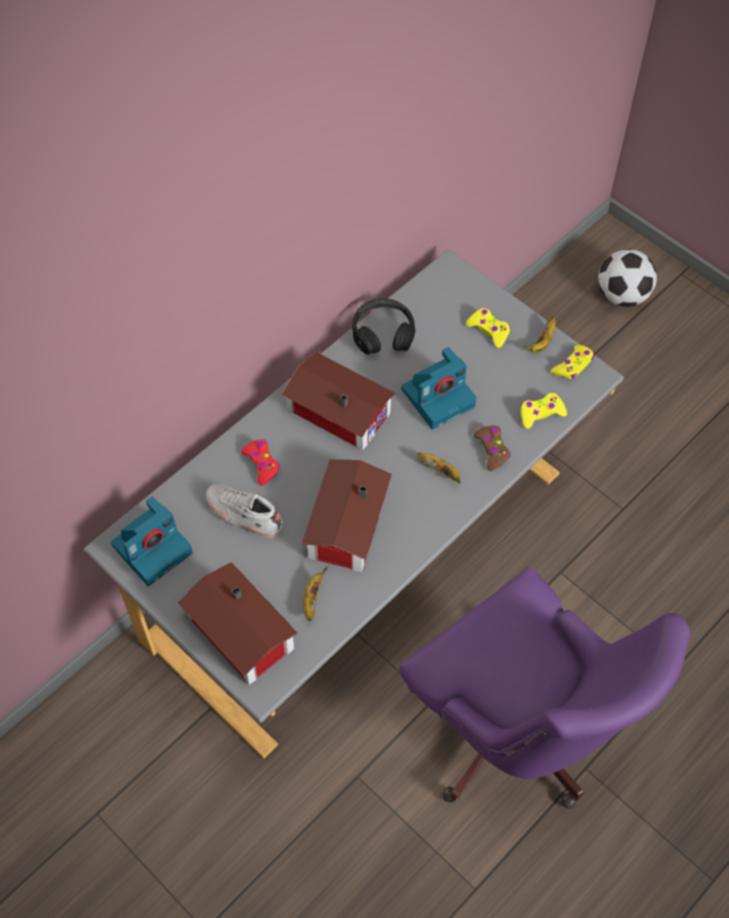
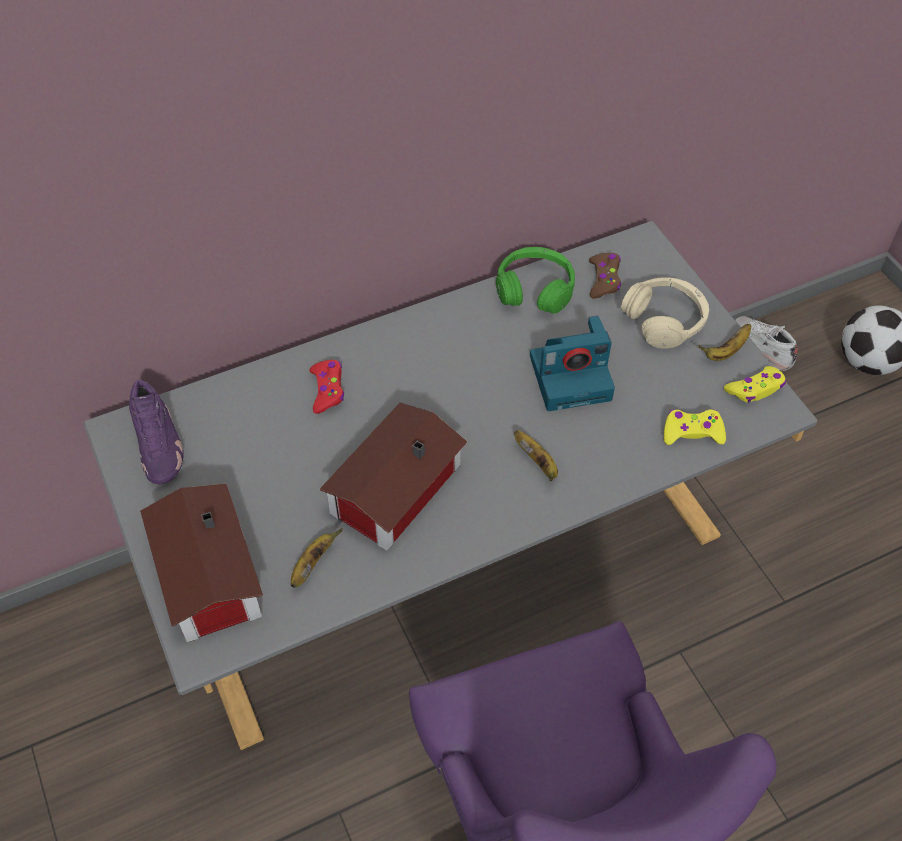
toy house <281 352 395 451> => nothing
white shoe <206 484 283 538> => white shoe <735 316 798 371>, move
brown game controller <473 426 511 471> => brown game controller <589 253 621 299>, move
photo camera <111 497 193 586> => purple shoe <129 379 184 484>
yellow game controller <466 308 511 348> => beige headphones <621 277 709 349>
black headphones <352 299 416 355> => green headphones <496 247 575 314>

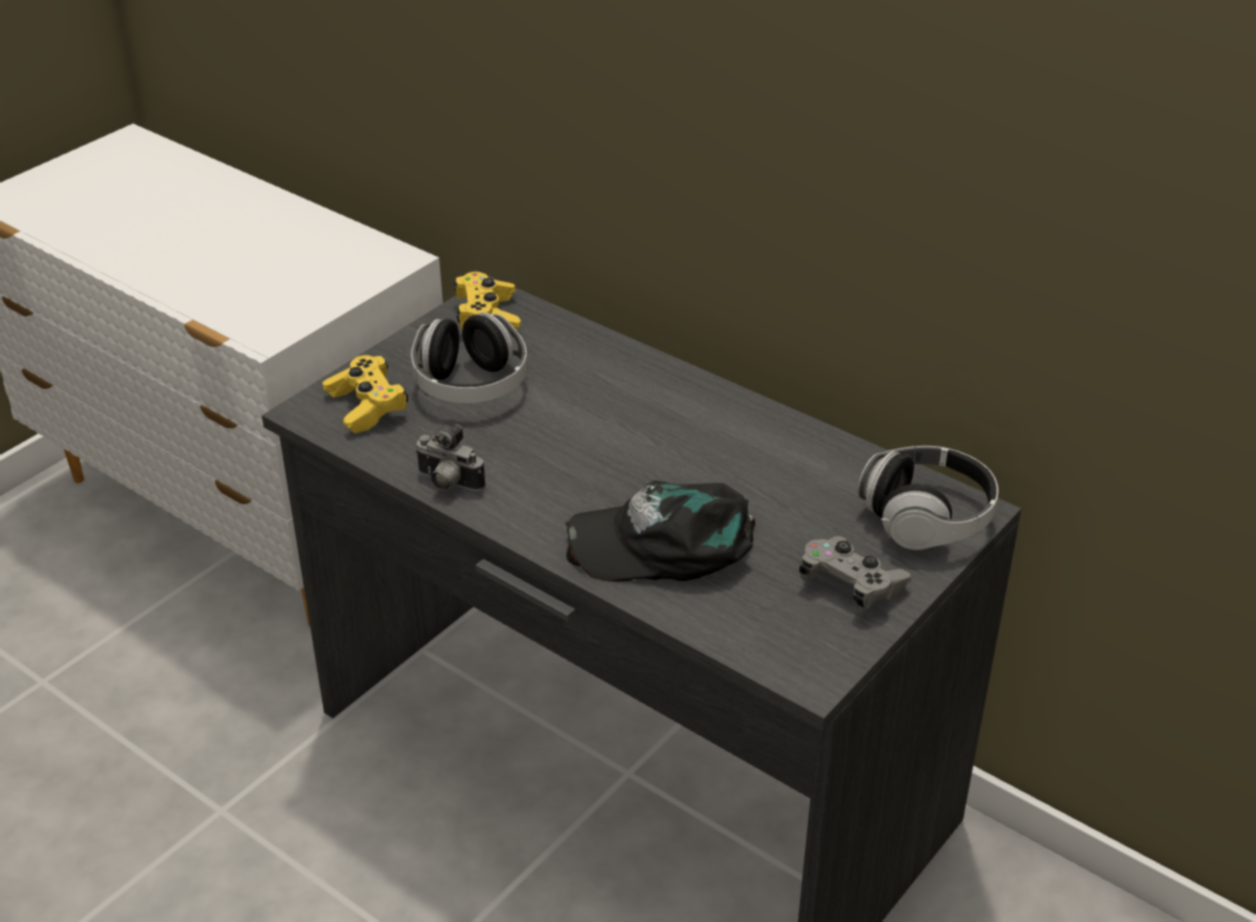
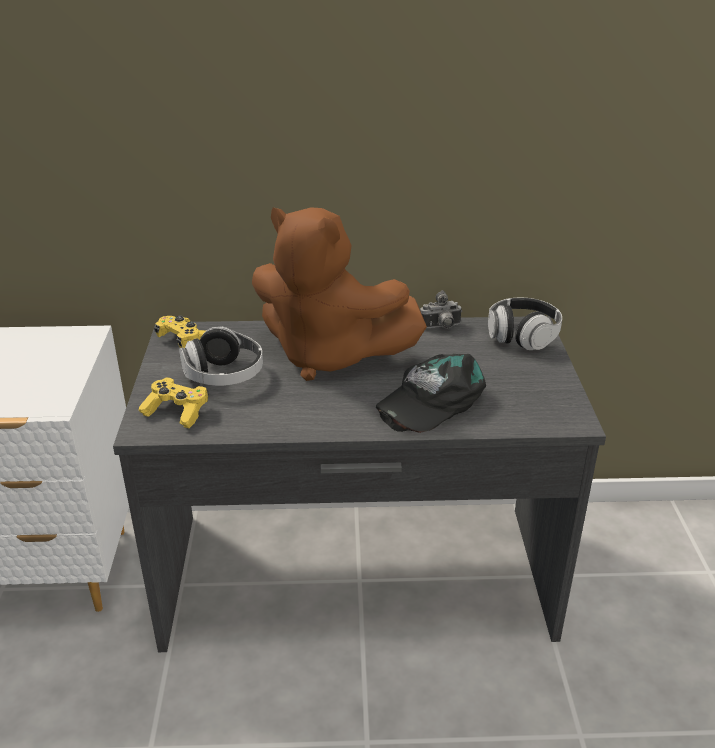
grey game controller <799 536 912 613> => nothing
nothing => brown plush toy <252 208 427 381>
photo camera <415 424 485 491> => photo camera <420 290 462 329>, move

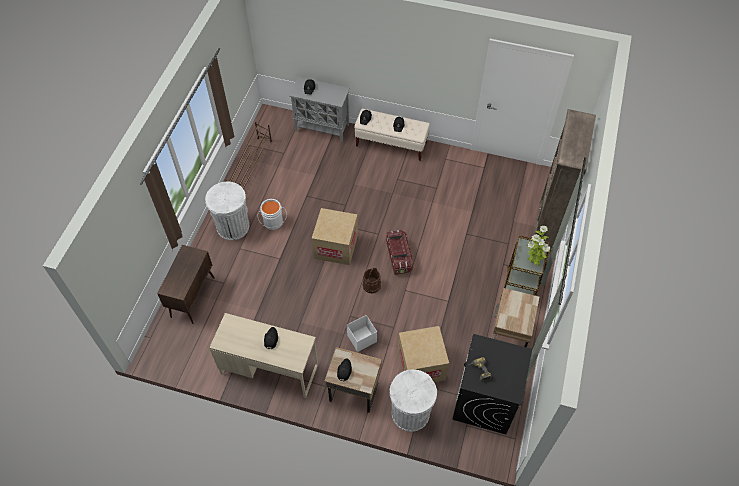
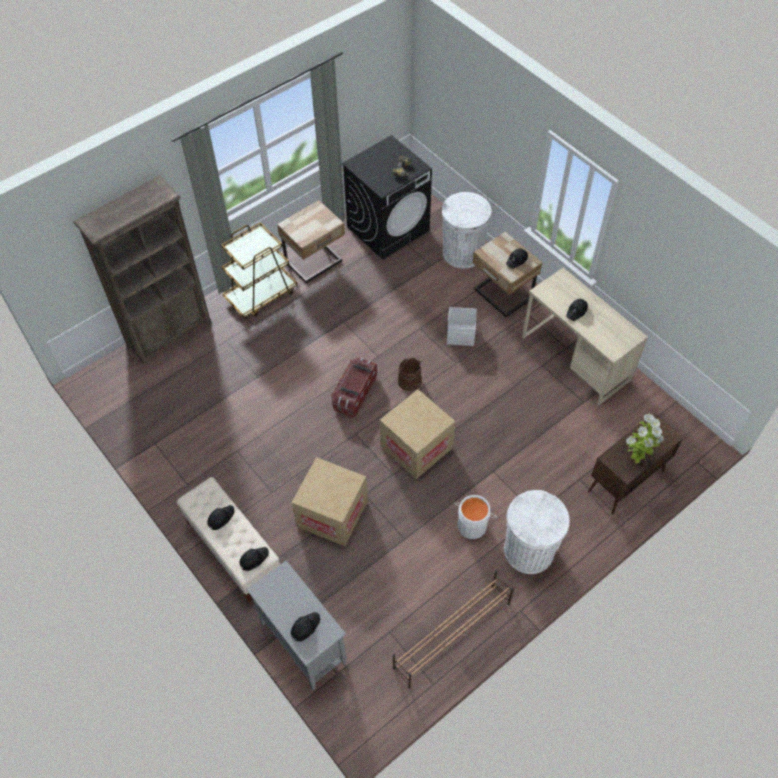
cardboard box <398 326 449 382> => cardboard box <291 457 368 546>, move
potted plant <527 226 550 266> => potted plant <626 413 664 464>, move

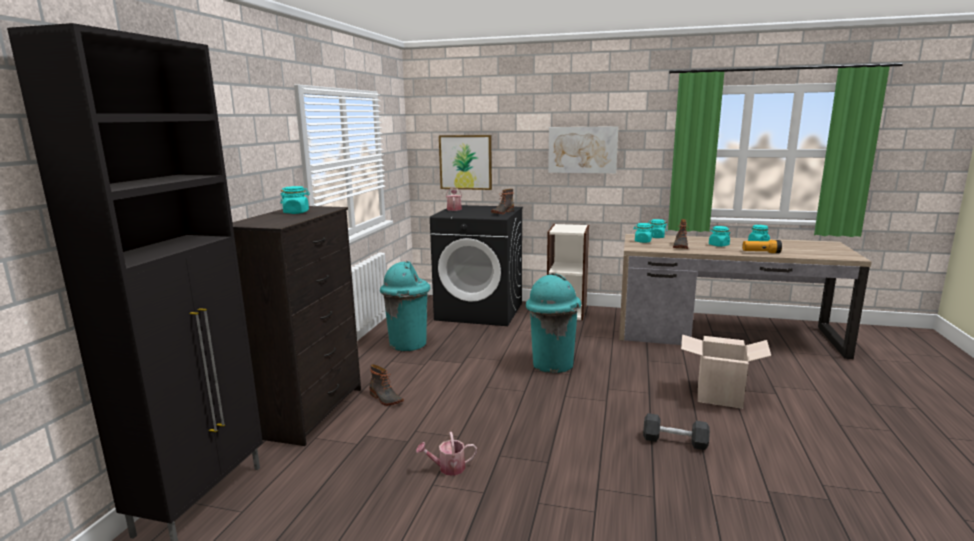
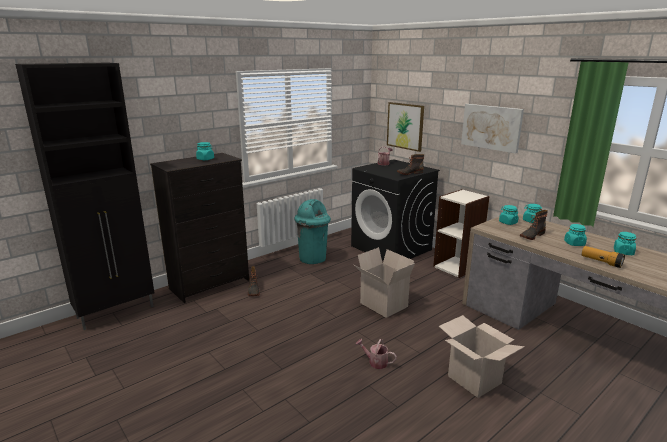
black dumbbell <643 413 710 450> => nothing
watering can <416 432 477 476> => watering can <356 339 397 369>, move
turquoise trash can <526 273 581 373> => cardboard box <354 247 415 318>

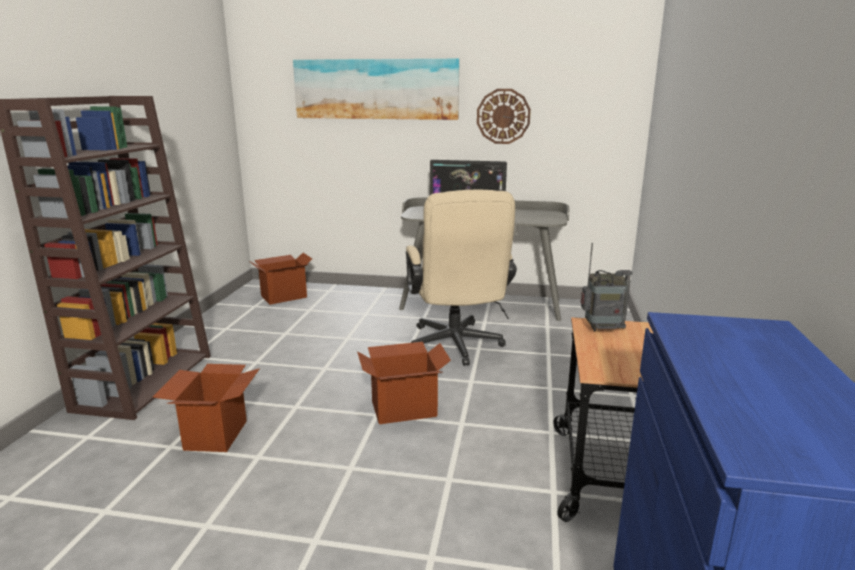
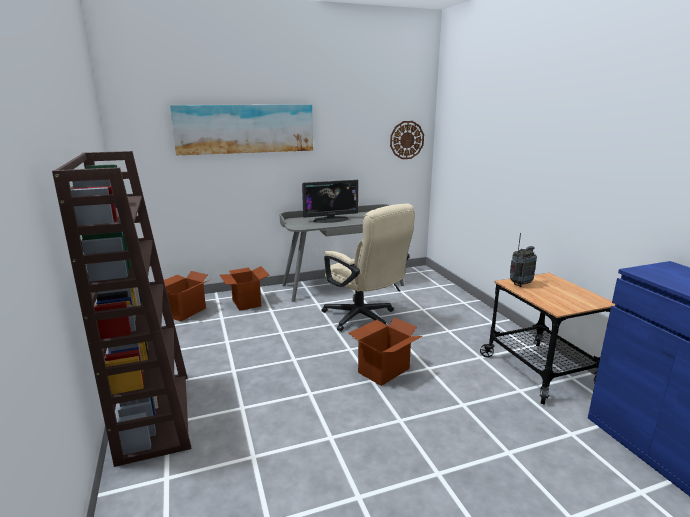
cardboard box <152 364 260 452> => cardboard box <220 266 269 311>, move
wall clock <477 89 531 144> => wall clock <390 121 424 159>, move

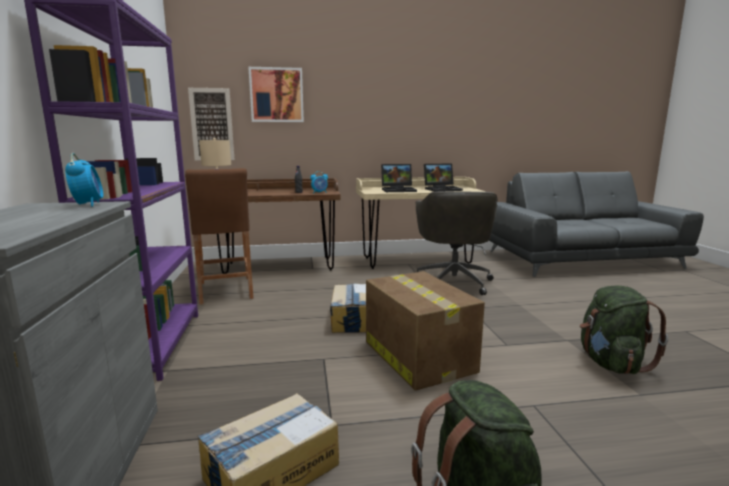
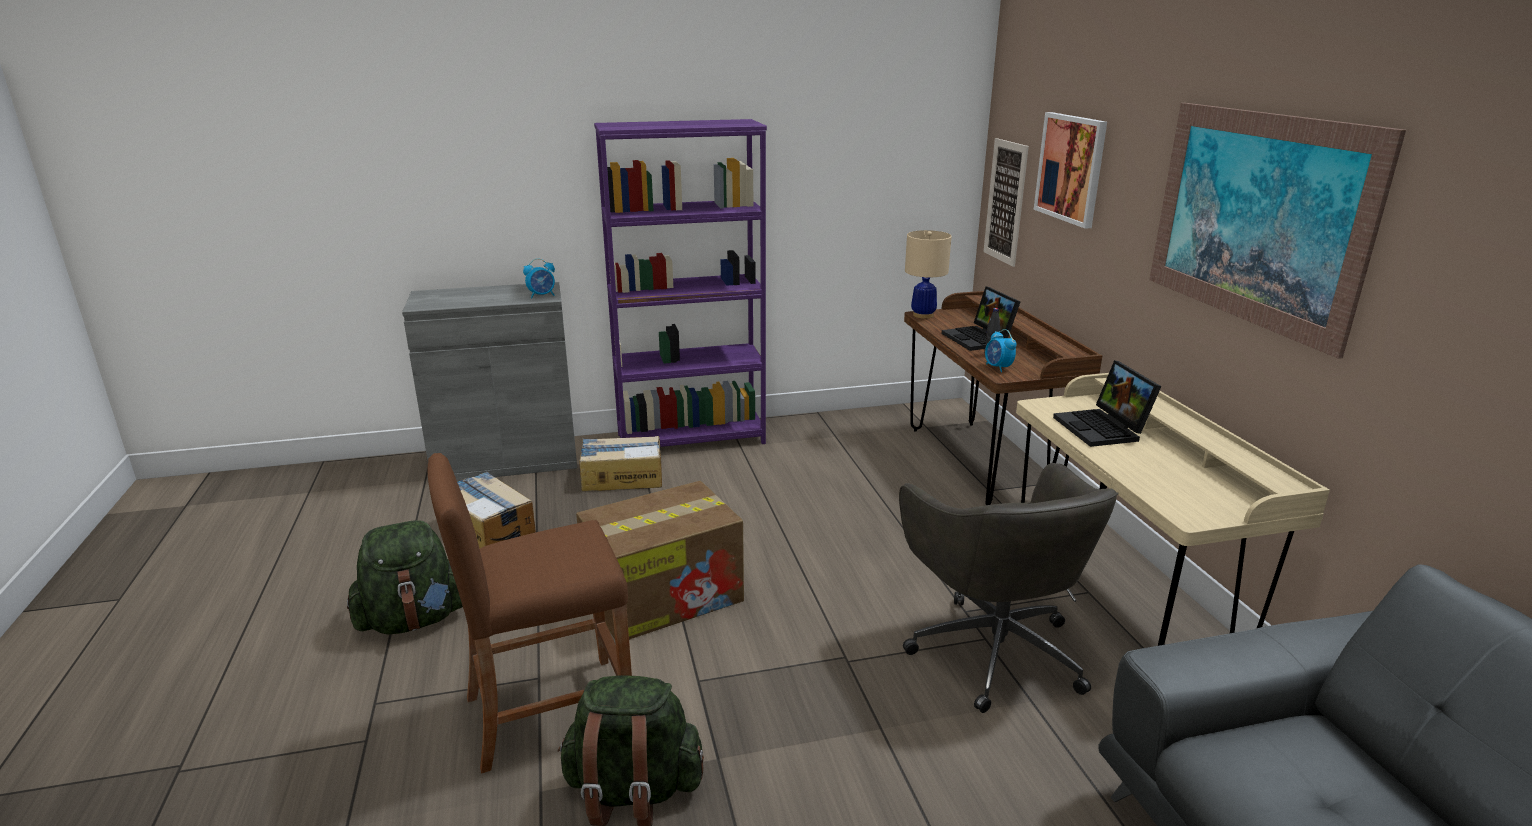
nothing => picture <1149 103 1406 359>
brown stool <185 168 253 305> => brown stool <427 453 632 773>, move
cardboard box <330 283 366 333> => cardboard box <579 436 662 491>, move
laptop <424 163 463 192> => laptop <942 286 1021 351>, move
grey office chair <414 191 498 295> => grey office chair <899 463 1119 713>, 105 degrees counterclockwise

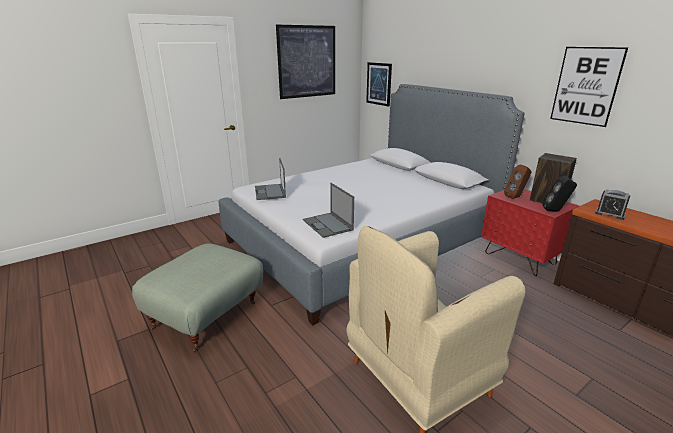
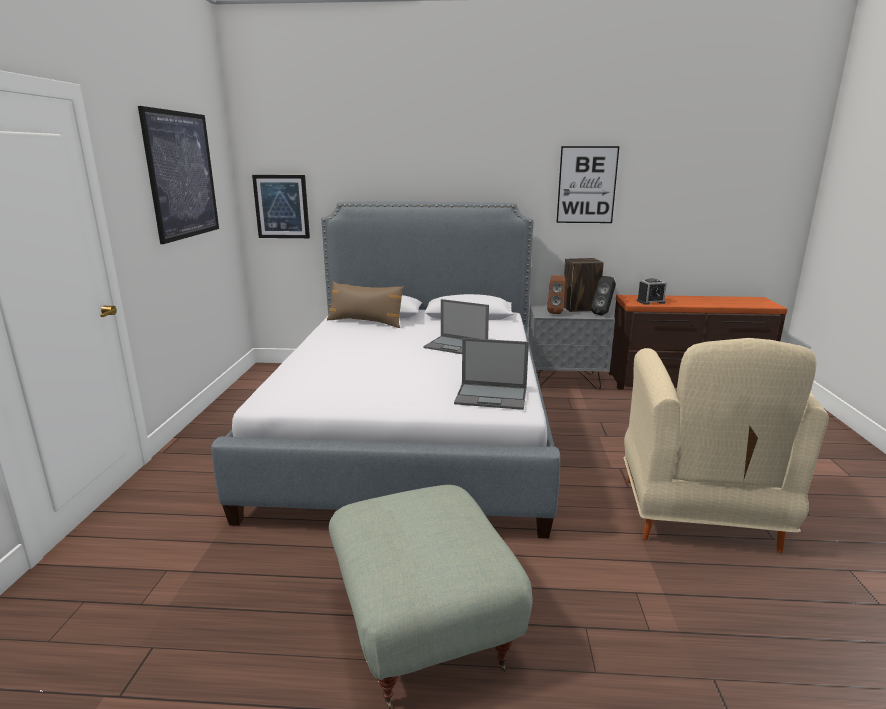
nothing => brown pillow <327 281 405 328>
laptop <255 158 286 200> => laptop <423 299 489 354>, move
red nightstand <481 189 579 276> => grey nightstand <528 304 615 389>

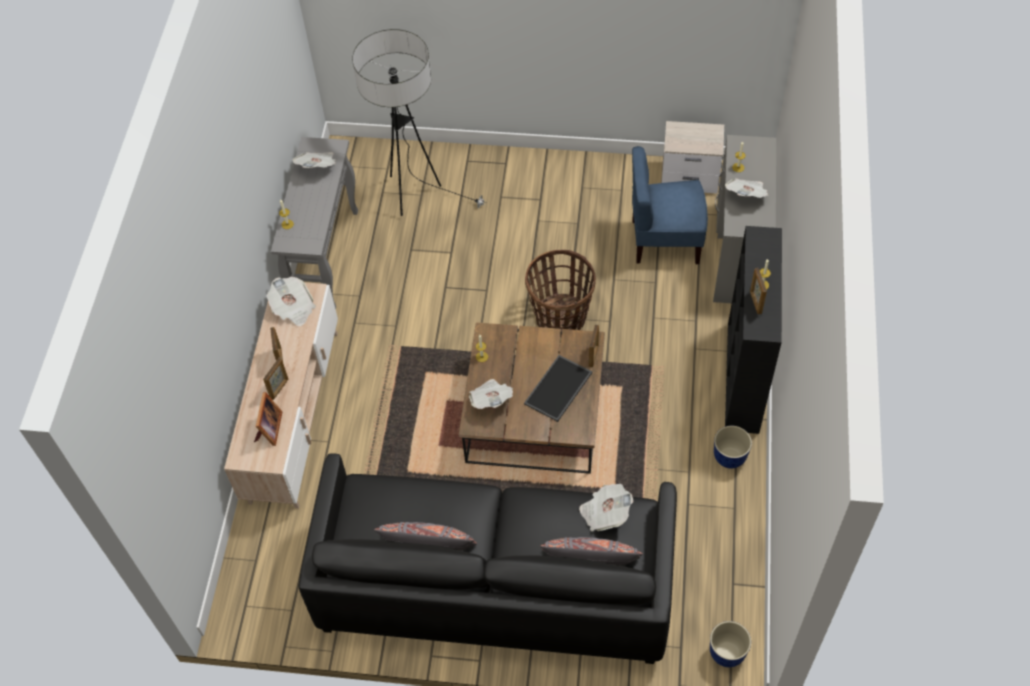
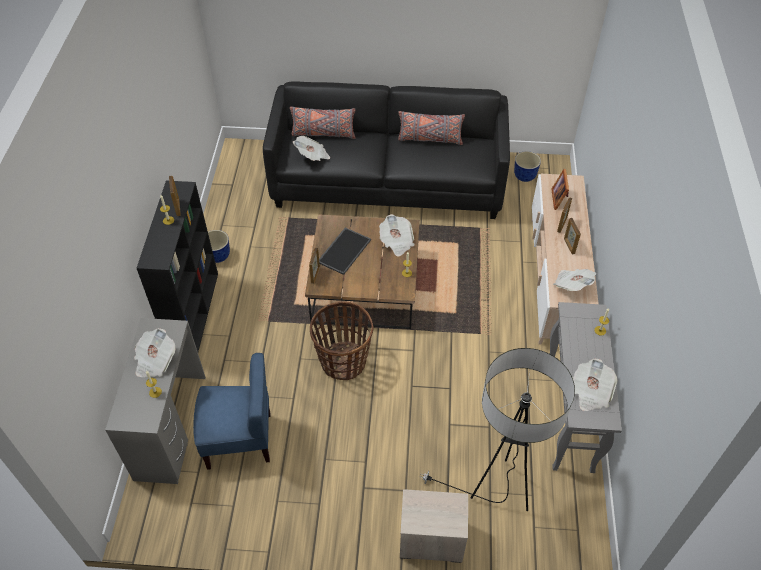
nightstand <661 121 724 193> => nightstand <400 489 468 563>, move
planter <710 621 751 667> => planter <514 151 541 182>, move

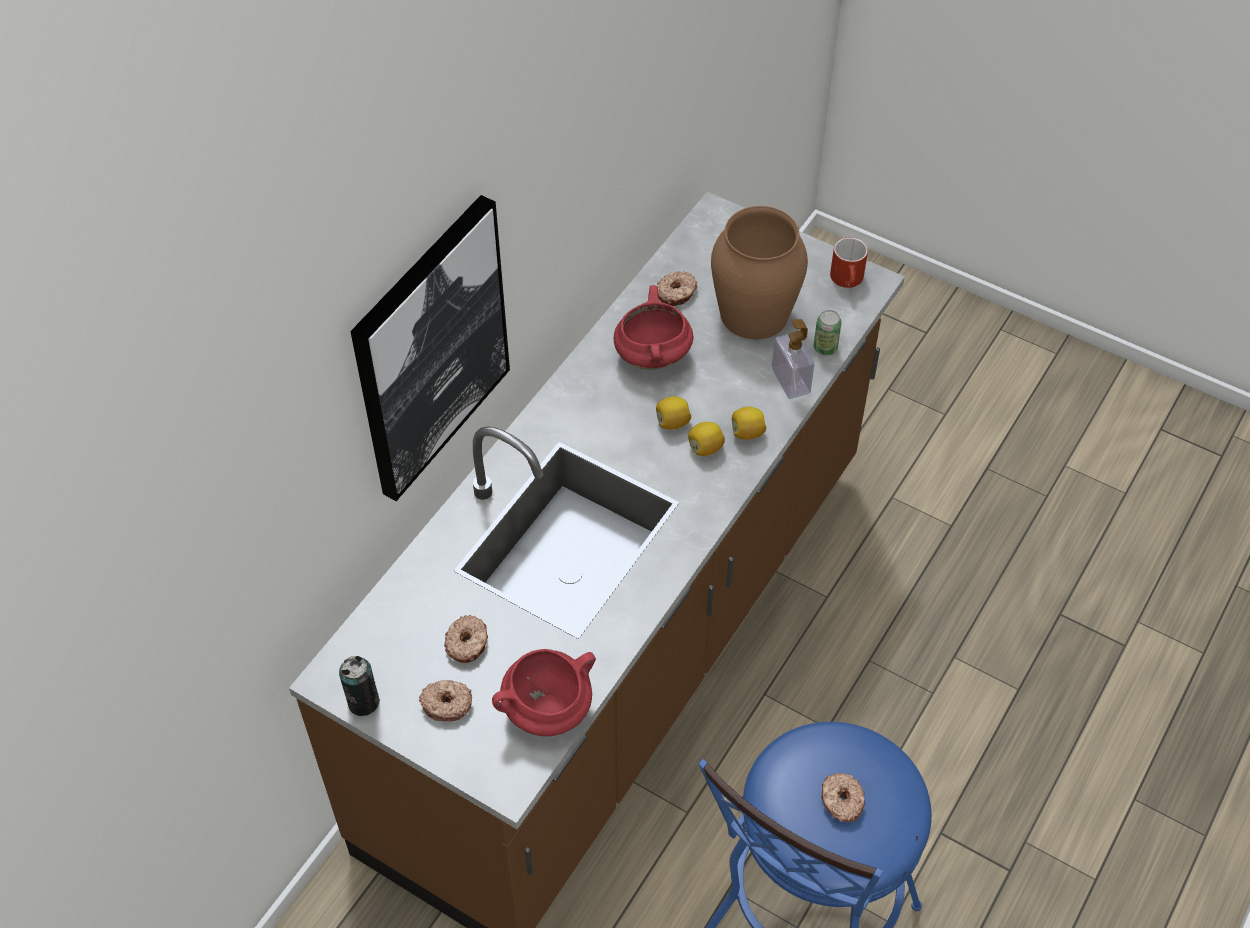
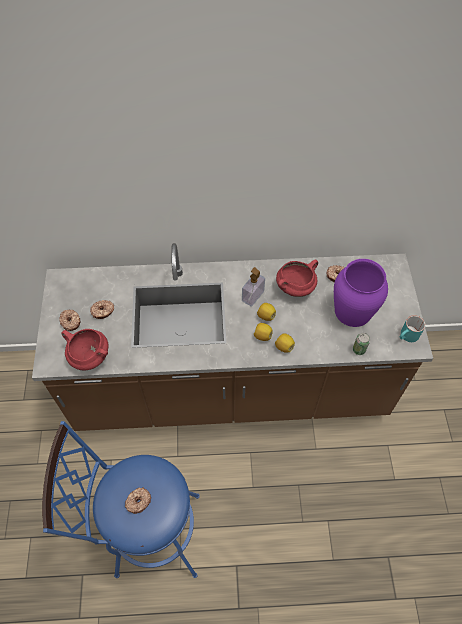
can <339 656 380 716> => nothing
picture <350 195 510 501> => nothing
soap dispenser <772 319 814 399> => soap dispenser <242 267 265 307>, move
brown vase <711 206 808 339> => purple vase <334 259 388 327>
red mug <830 237 868 288> => turquoise mug <400 315 425 342>

